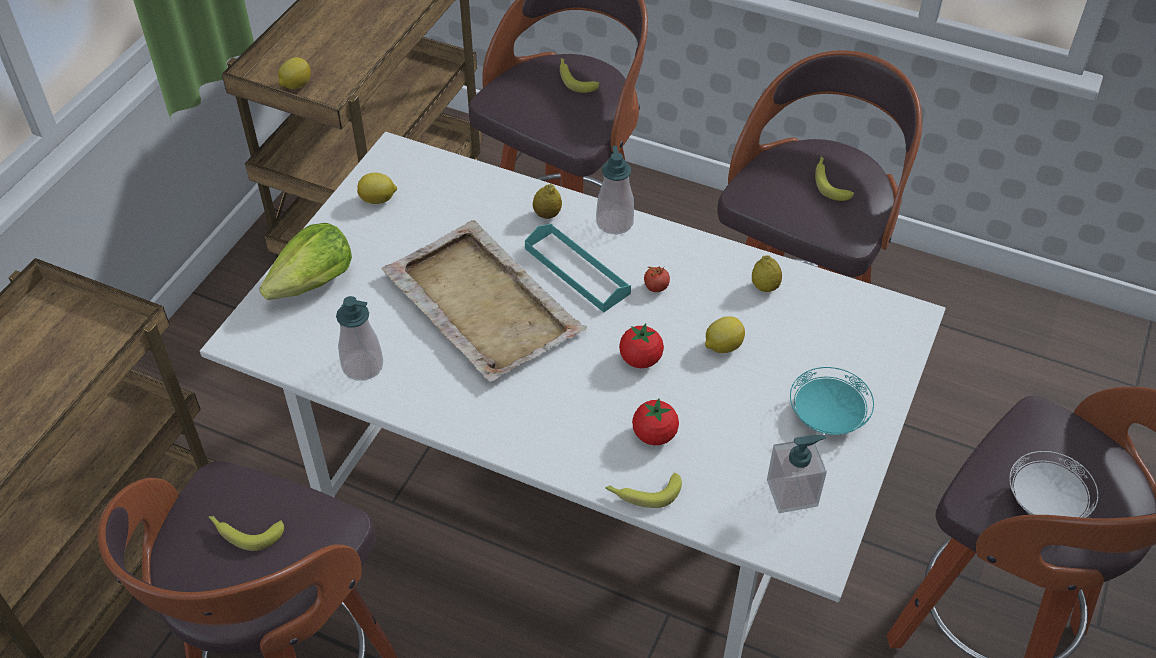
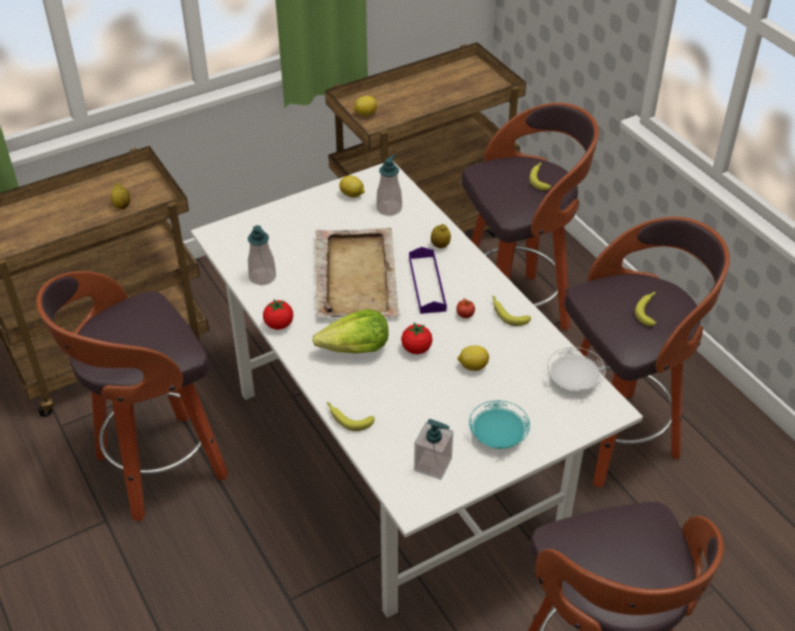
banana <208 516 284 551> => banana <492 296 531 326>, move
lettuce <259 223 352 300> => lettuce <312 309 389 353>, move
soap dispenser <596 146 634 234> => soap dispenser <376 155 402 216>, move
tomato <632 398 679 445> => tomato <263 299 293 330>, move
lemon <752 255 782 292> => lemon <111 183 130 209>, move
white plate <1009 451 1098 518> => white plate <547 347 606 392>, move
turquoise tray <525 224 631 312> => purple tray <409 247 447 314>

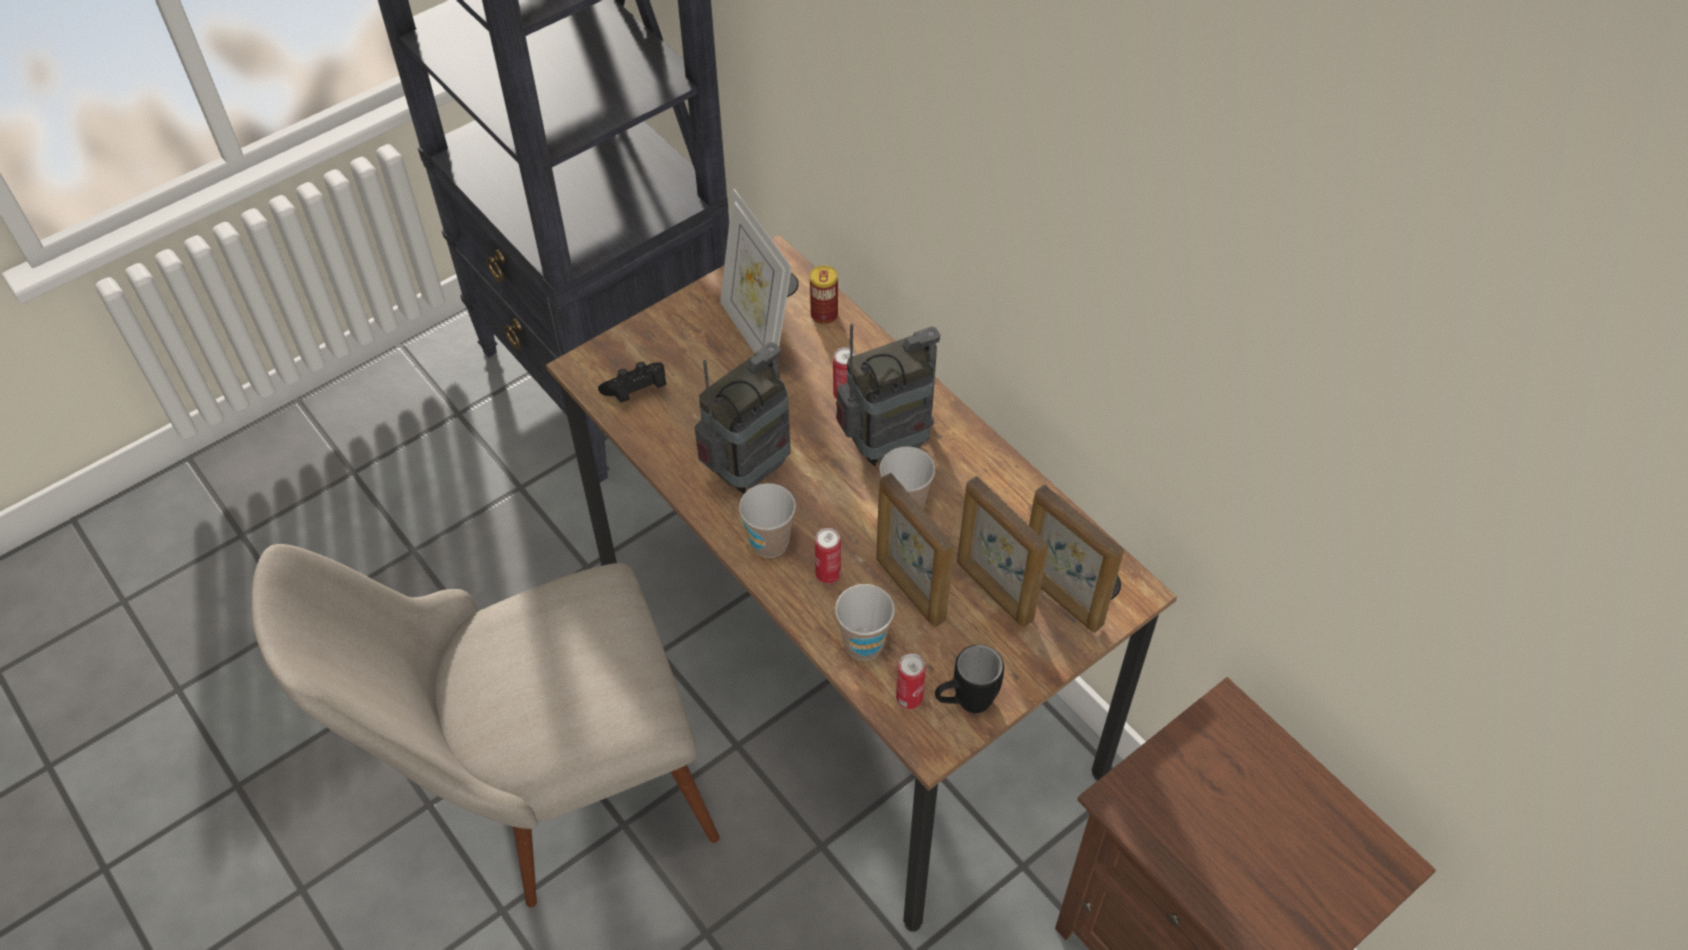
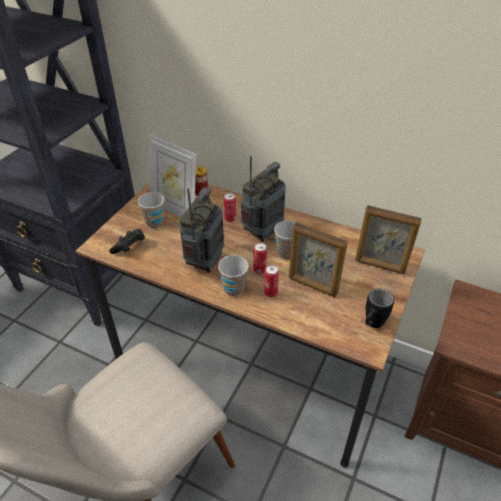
picture frame <957 476 1049 627> => nothing
cup <835 584 895 661> => cup <138 192 164 229>, move
can <896 653 926 709> => can <254 242 267 274>, move

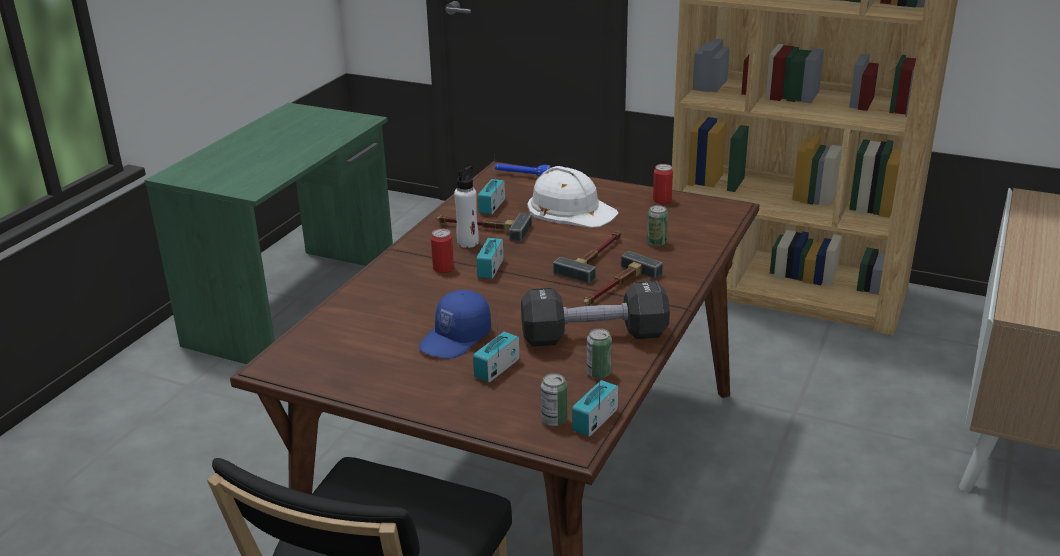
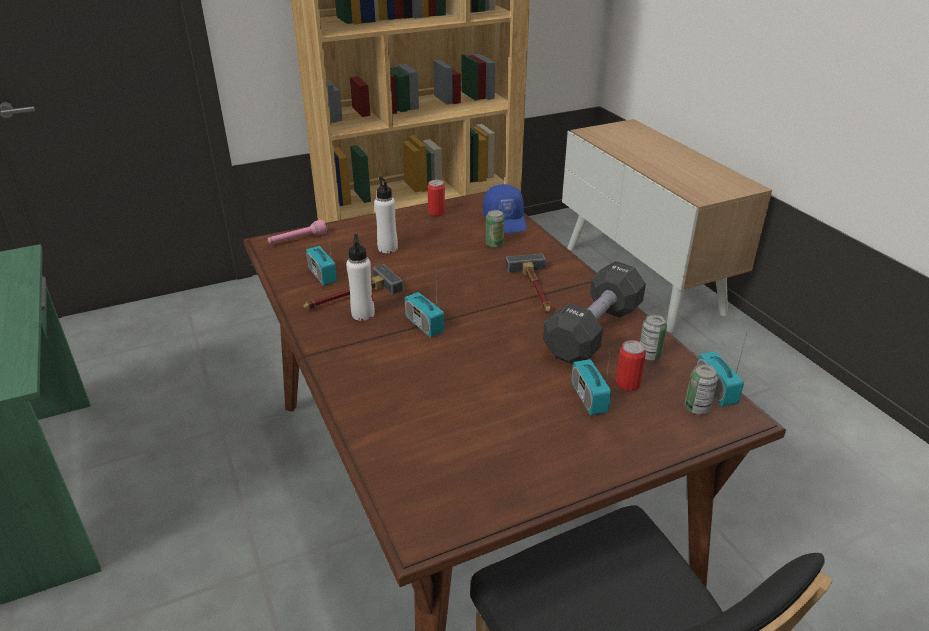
hammer <553 231 621 284> => nothing
blue cap <419 290 491 359> => blue cap <483 184 527 233>, move
can <431 229 454 273> => can <616 340 646 391>, move
white hard hat <528 166 619 228> => white bottle <374 176 398 253>
blue flashlight <495 164 552 177> => pink flashlight <268 220 327 244>

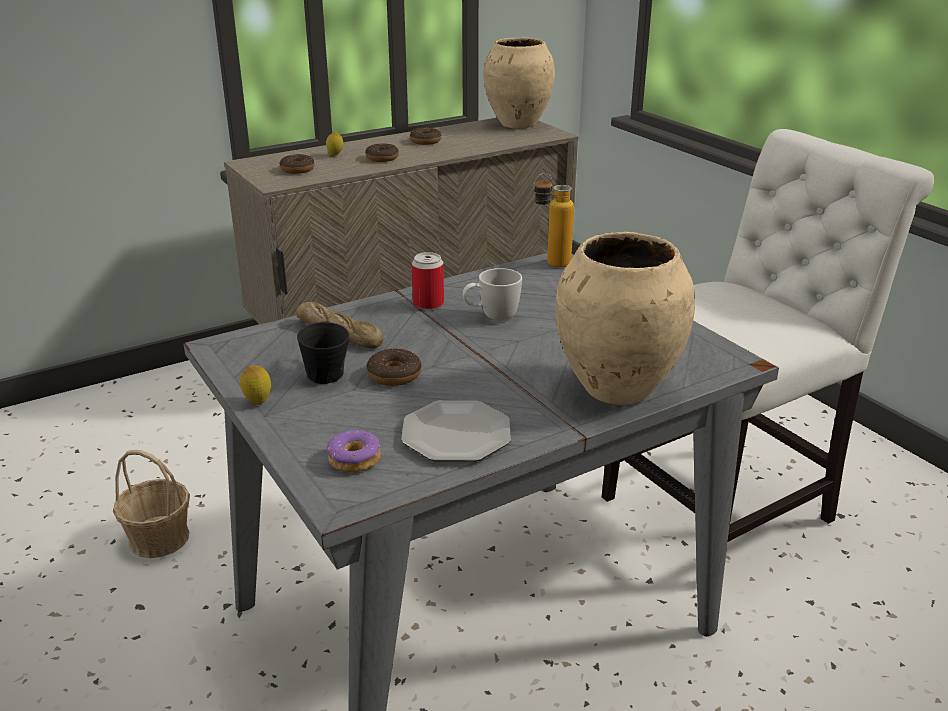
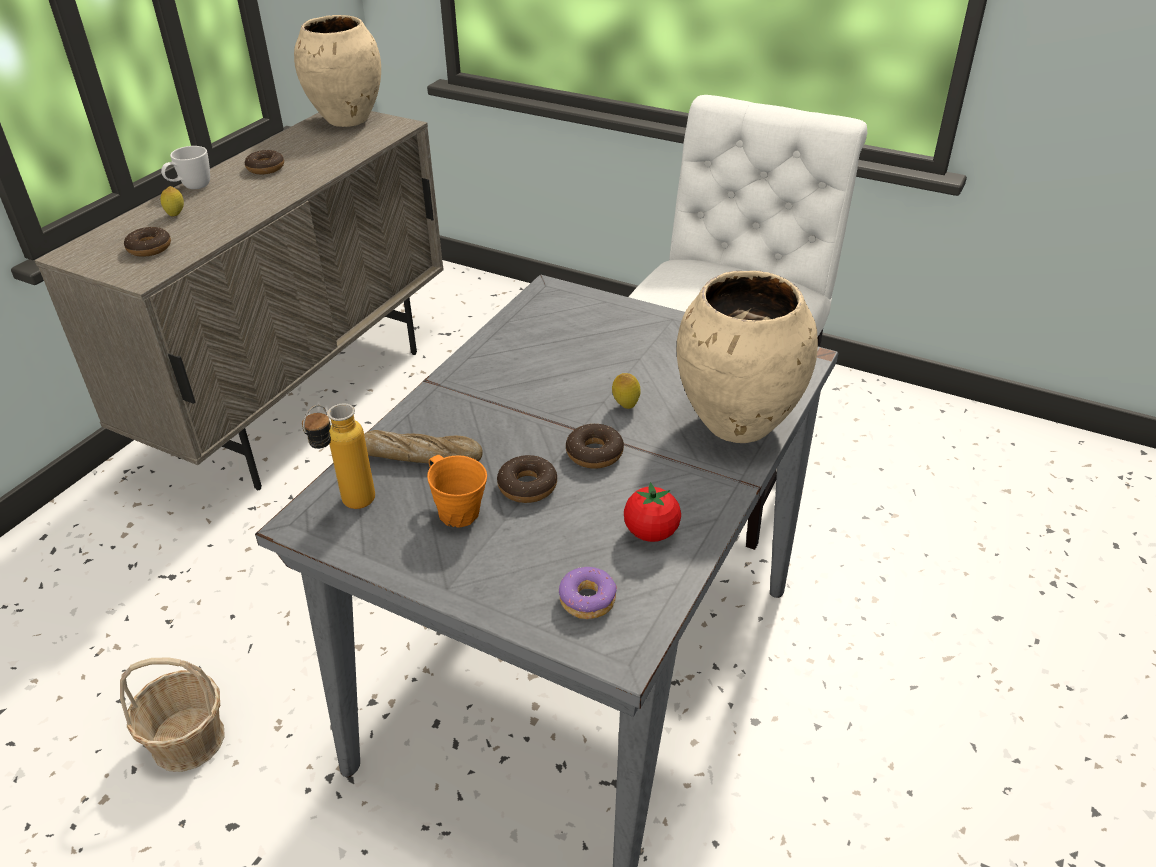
can <412 252 444 310> => nothing
lemon <240 365 271 405> => lemon <612 373 641 409>, move
donut <365 143 399 162> => donut <566 424 624 469>, move
white mug <462 268 522 321> => white mug <161 146 210 189>, move
bottle <533 173 574 268> => bottle <302 403 375 509>, move
plate <401 400 511 462> => tomato <624 482 681 542>
black mug <297 321 349 384> => orange mug <427 455 487 528>

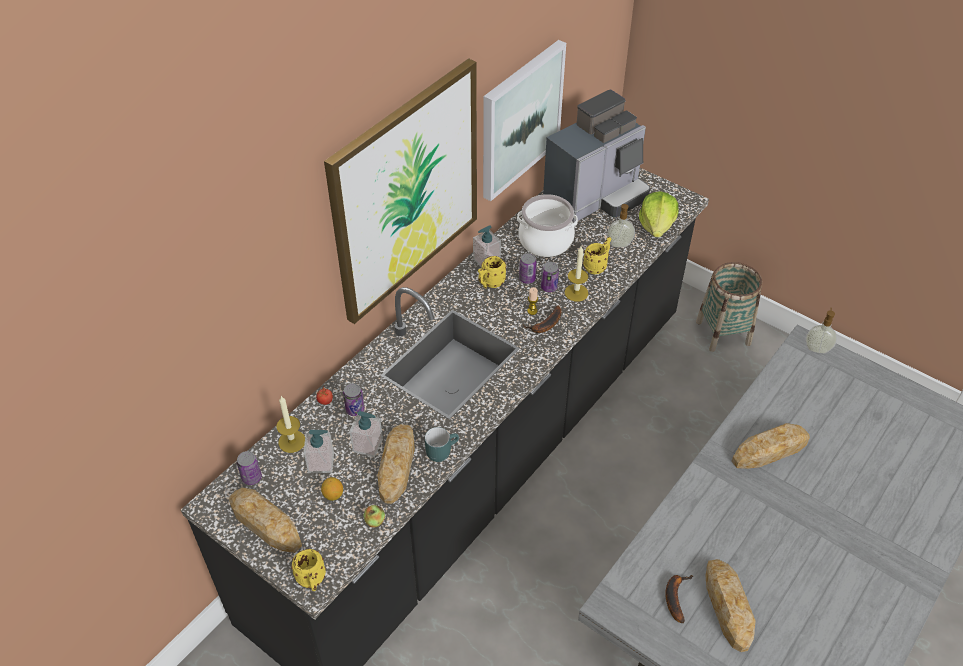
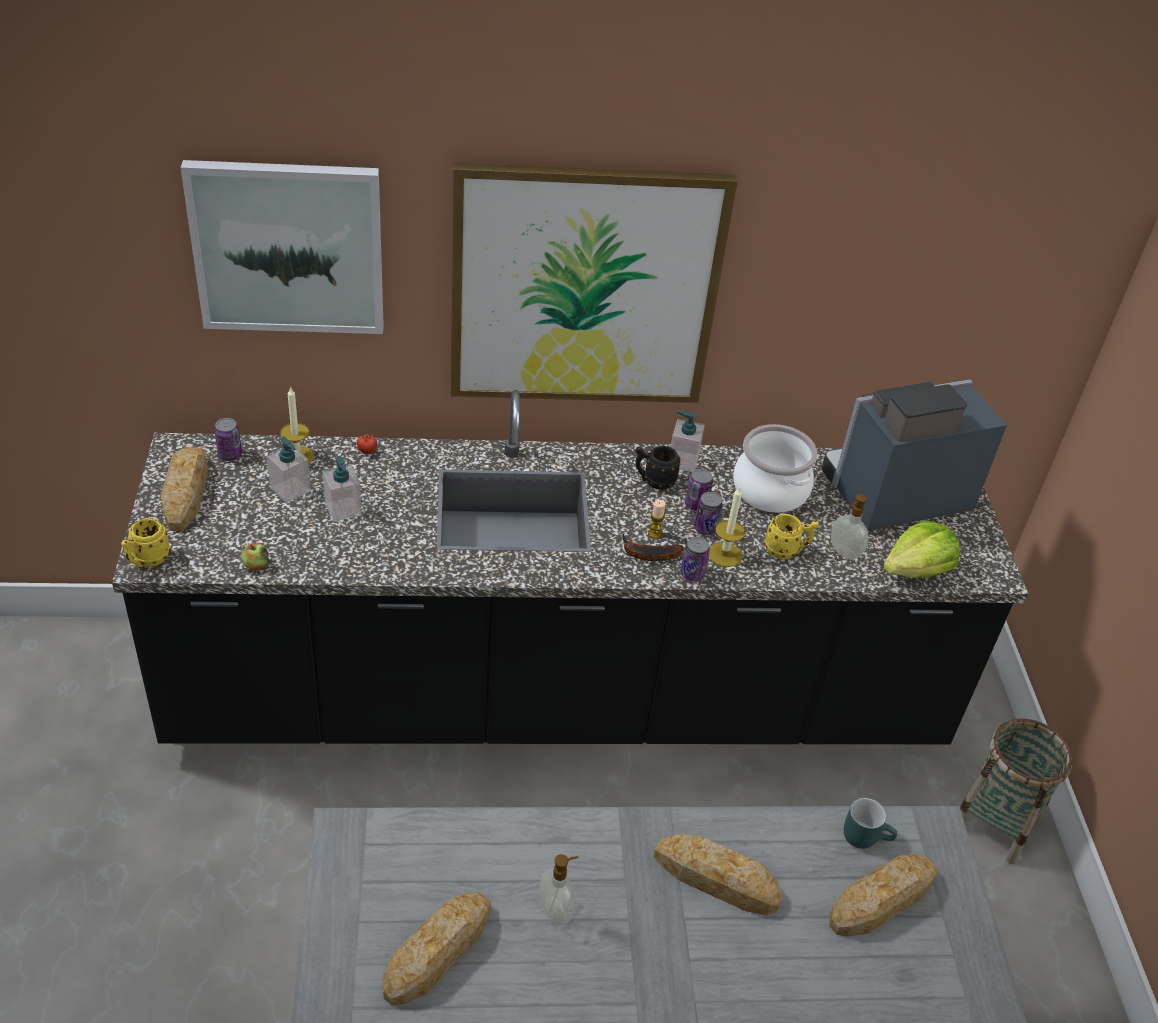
lemon <321 477 343 501> => nothing
banana <665 575 694 623> => nothing
can <343 383 365 416> => can <680 537 710 581>, move
bread <378 424 415 504> => bread <829 854 938 937>, move
turquoise mug <425 427 459 462> => turquoise mug <844 798 897 849>, move
picture <483 40 566 201> => picture <181 160 384 334>, move
soap dispenser <806 308 837 354> => soap dispenser <540 854 579 925>, move
yellow mug <478 256 506 288> => black mug <635 446 681 490>
coffee machine <543 89 650 222> => coffee machine <822 379 1007 531>, 150 degrees clockwise

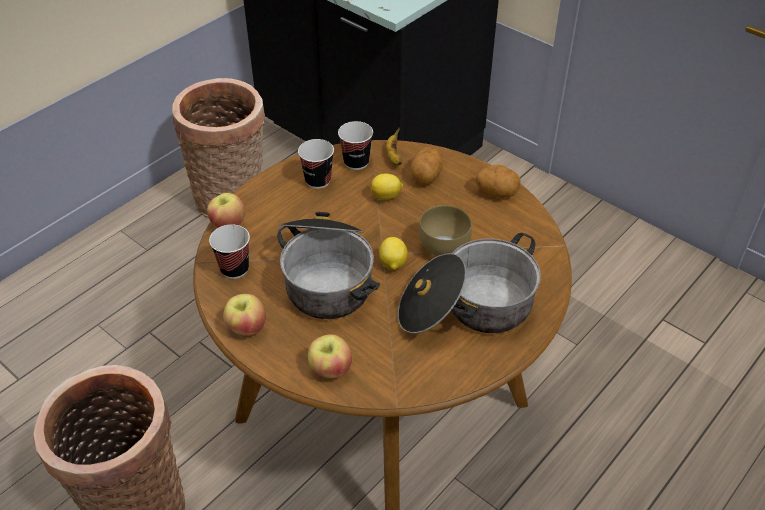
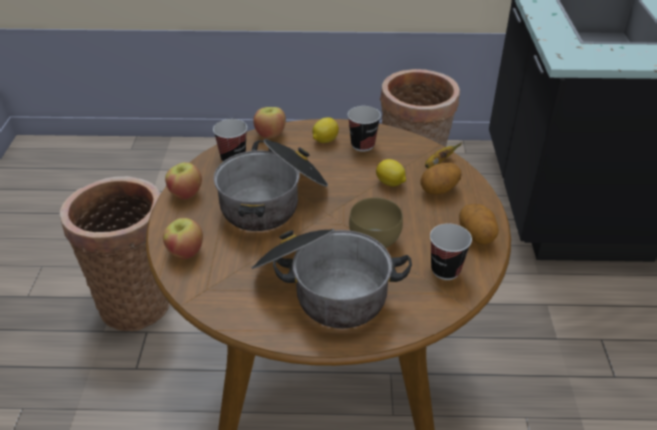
cup <338 121 373 170> => cup <430 224 472 280>, move
lemon <379 237 408 270> => lemon <312 117 339 143>, move

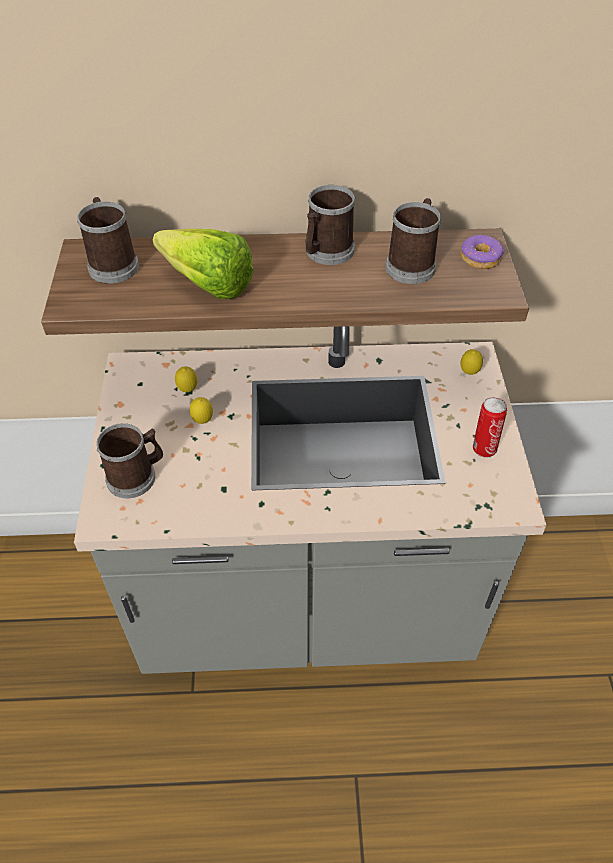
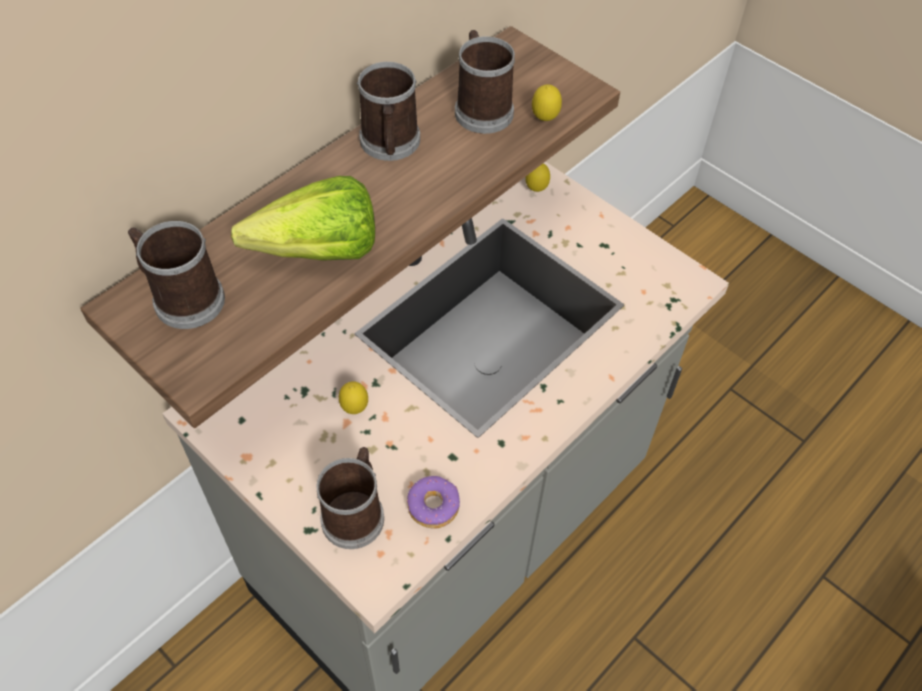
can <473 397 507 457> => nothing
lemon <175 366 197 392> => lemon <532 85 562 121>, move
donut <461 234 505 269> => donut <407 476 460 529>, move

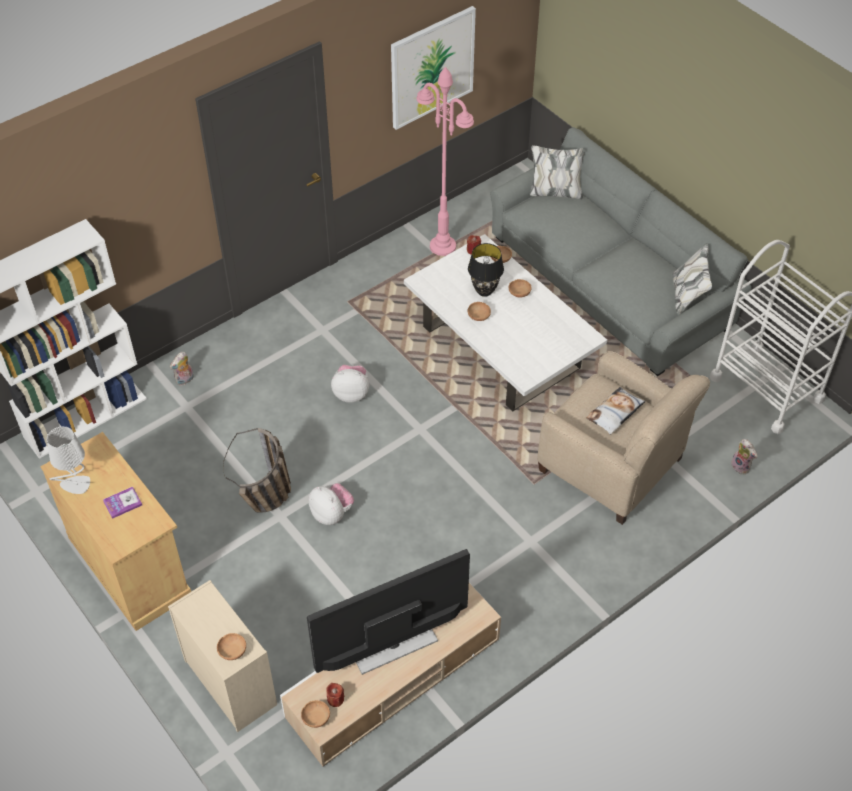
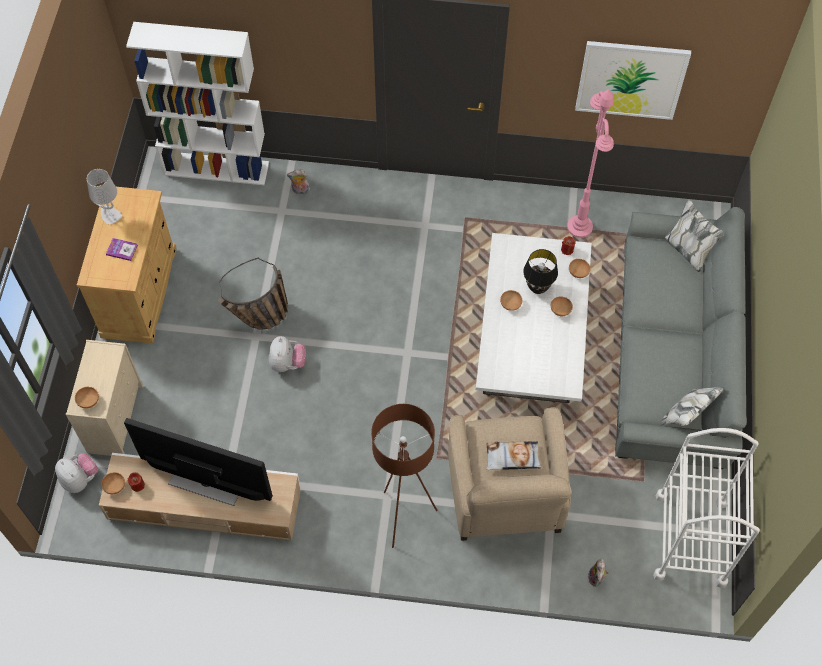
nothing => brown floor lamp <371 404 438 548>
plush toy <331 365 369 403> => plush toy <55 453 98 493>, move

